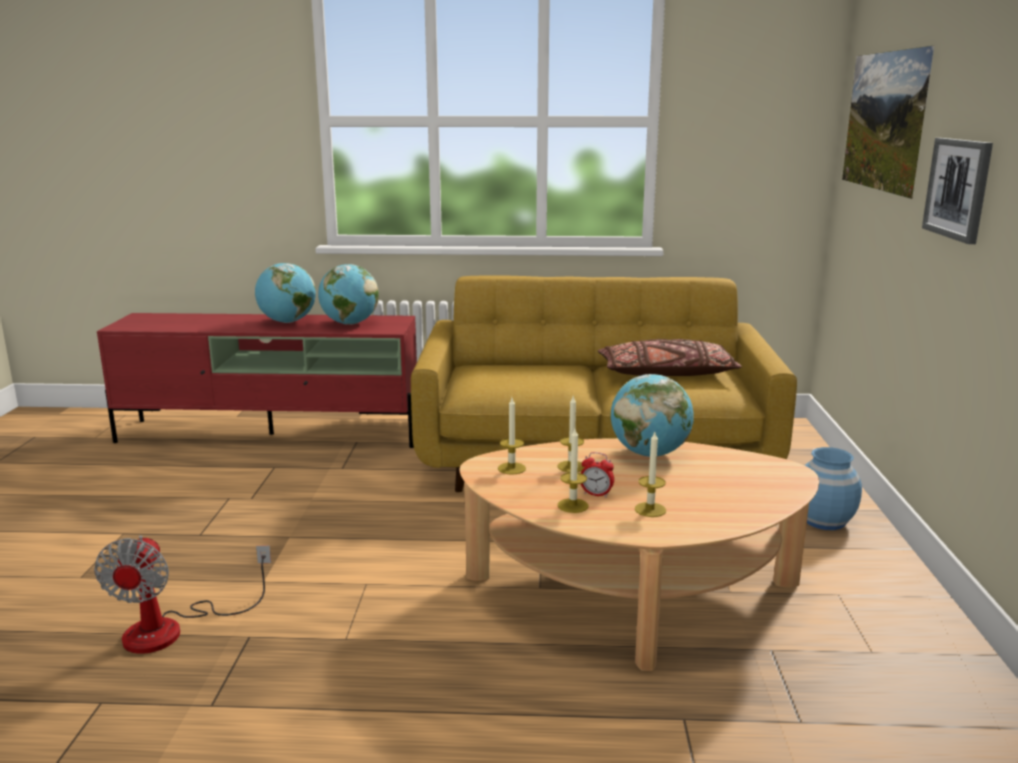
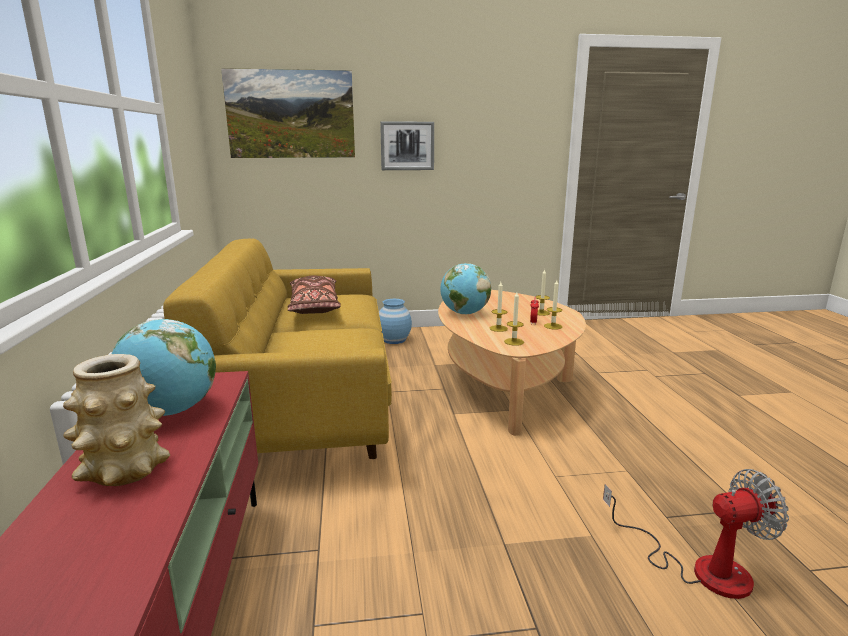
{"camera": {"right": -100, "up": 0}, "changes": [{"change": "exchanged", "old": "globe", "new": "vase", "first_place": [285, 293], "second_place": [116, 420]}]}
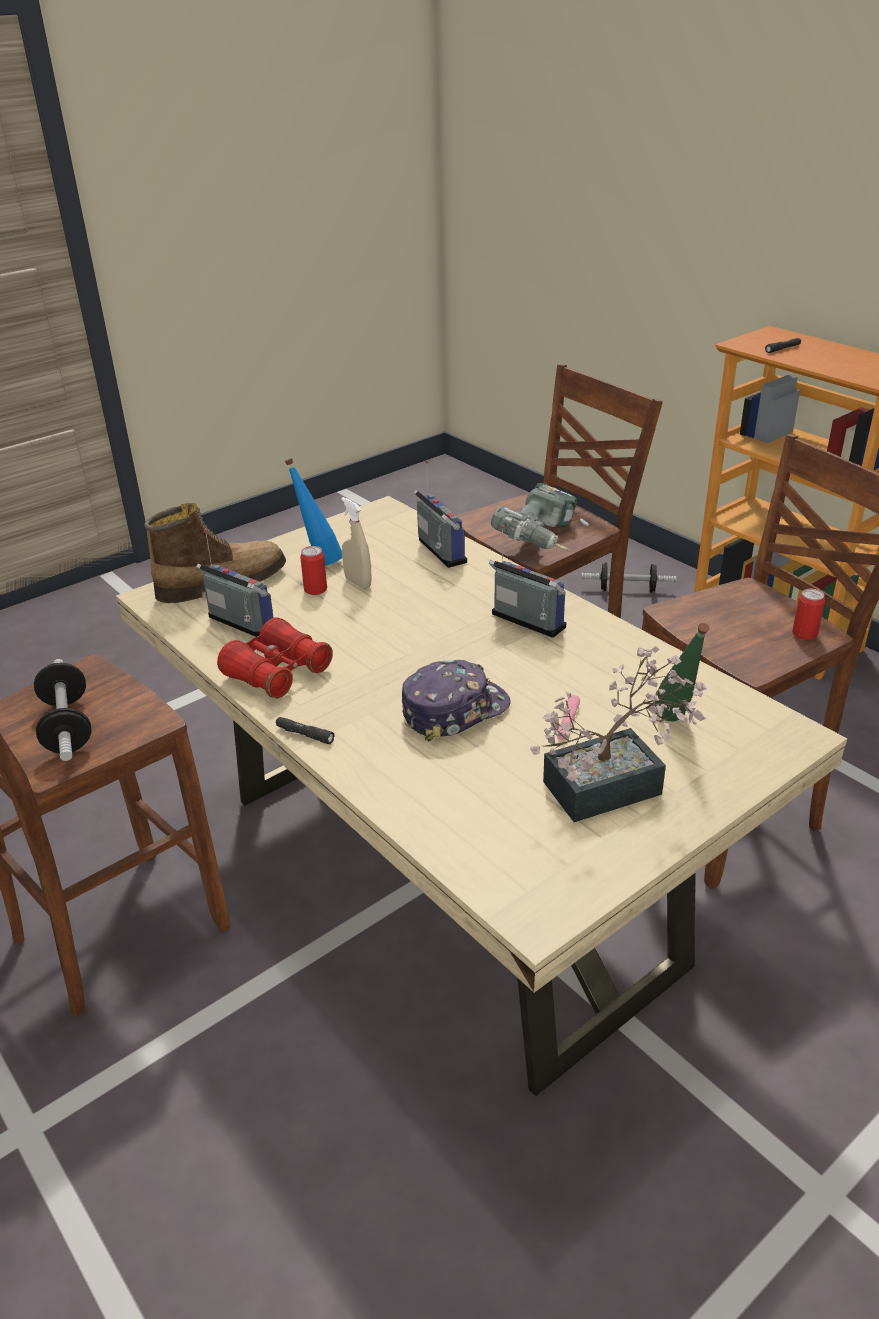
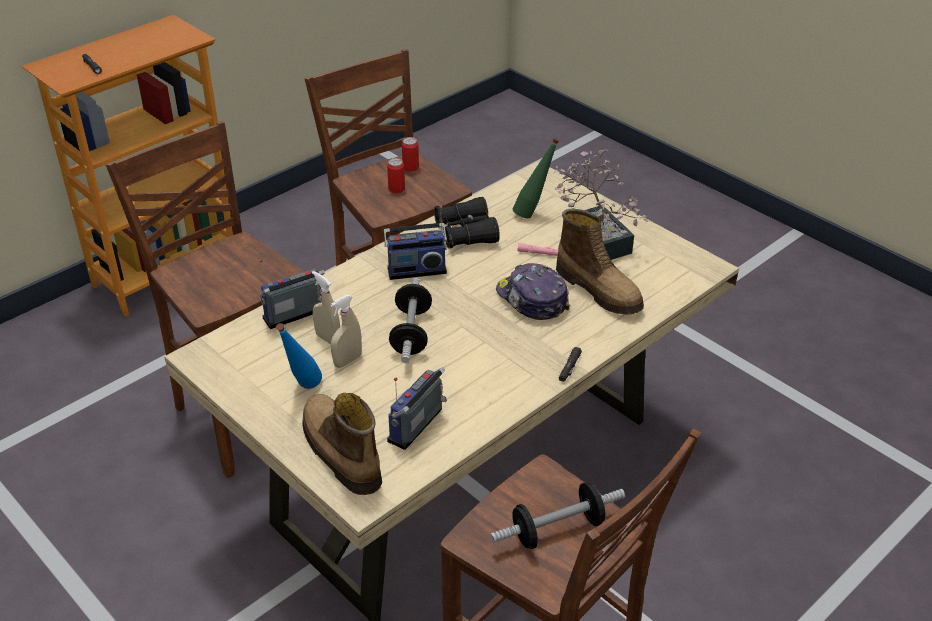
{"camera": {"right": -95, "up": 5}, "changes": [{"change": "missing", "old": "red_binoculars", "first_place": [275, 657]}, {"change": "missing", "old": "power_drill", "first_place": [540, 516]}, {"change": "appeared", "new": "beige_spray_bottle", "second_place": [326, 307]}, {"change": "appeared", "new": "black_binoculars", "second_place": [467, 223]}, {"change": "appeared", "new": "boot", "second_place": [600, 262]}, {"change": "relocated", "old": "can", "first_place": [313, 570], "second_place": [396, 175]}, {"change": "relocated", "old": "dumbbell", "first_place": [628, 577], "second_place": [410, 320]}, {"change": "spun", "old": "radio", "first_place": [527, 581], "second_place": [415, 243], "degrees": -135}]}
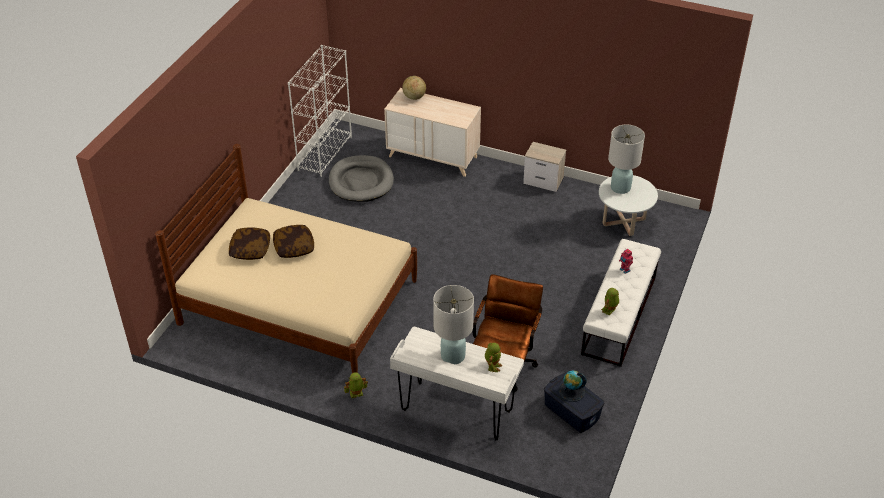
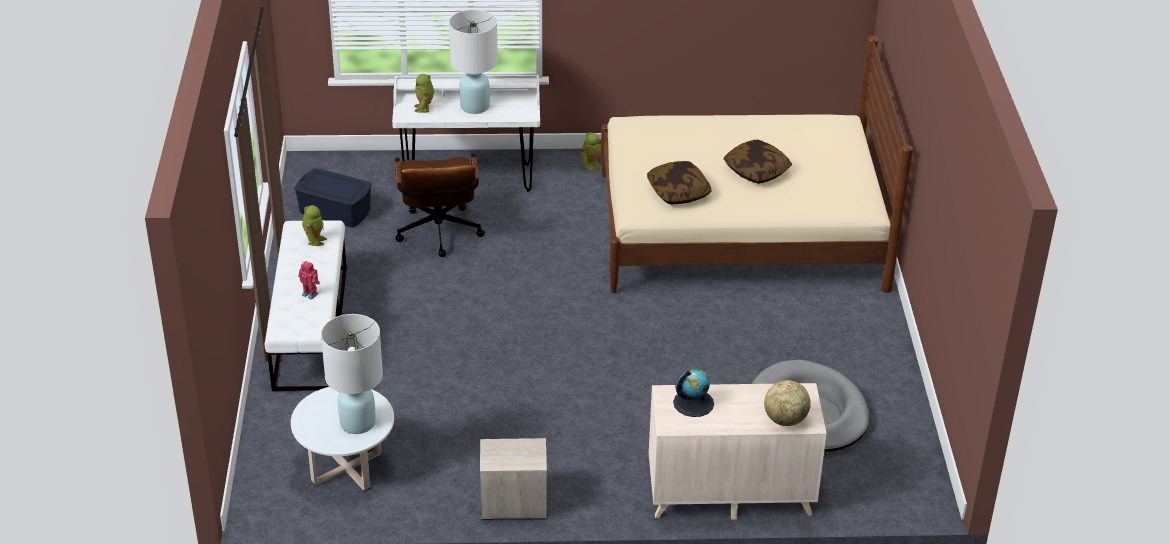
{"camera": {"right": 155, "up": -5}, "changes": [{"change": "missing", "old": "white_bookcase", "first_place": [320, 111]}, {"change": "relocated", "old": "pillow", "first_place": [249, 243], "second_place": [679, 182]}, {"change": "relocated", "old": "globe", "first_place": [572, 386], "second_place": [693, 392]}]}
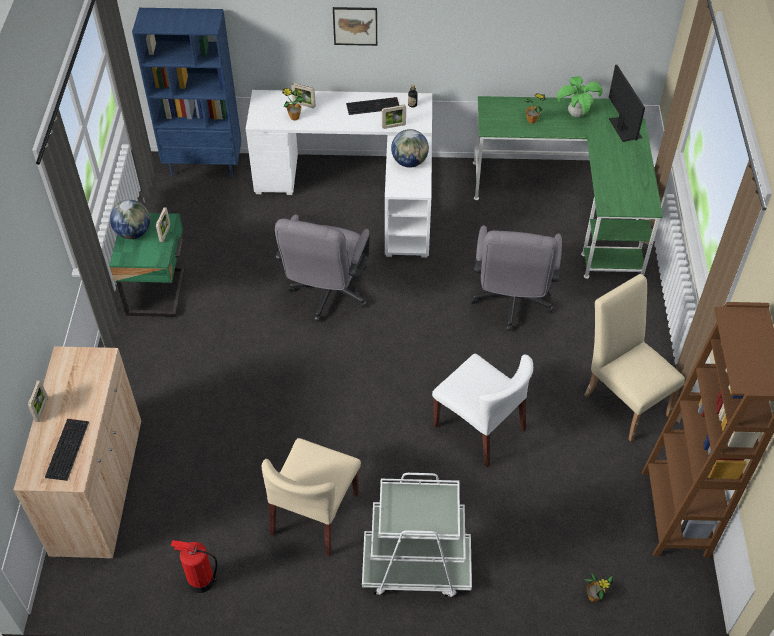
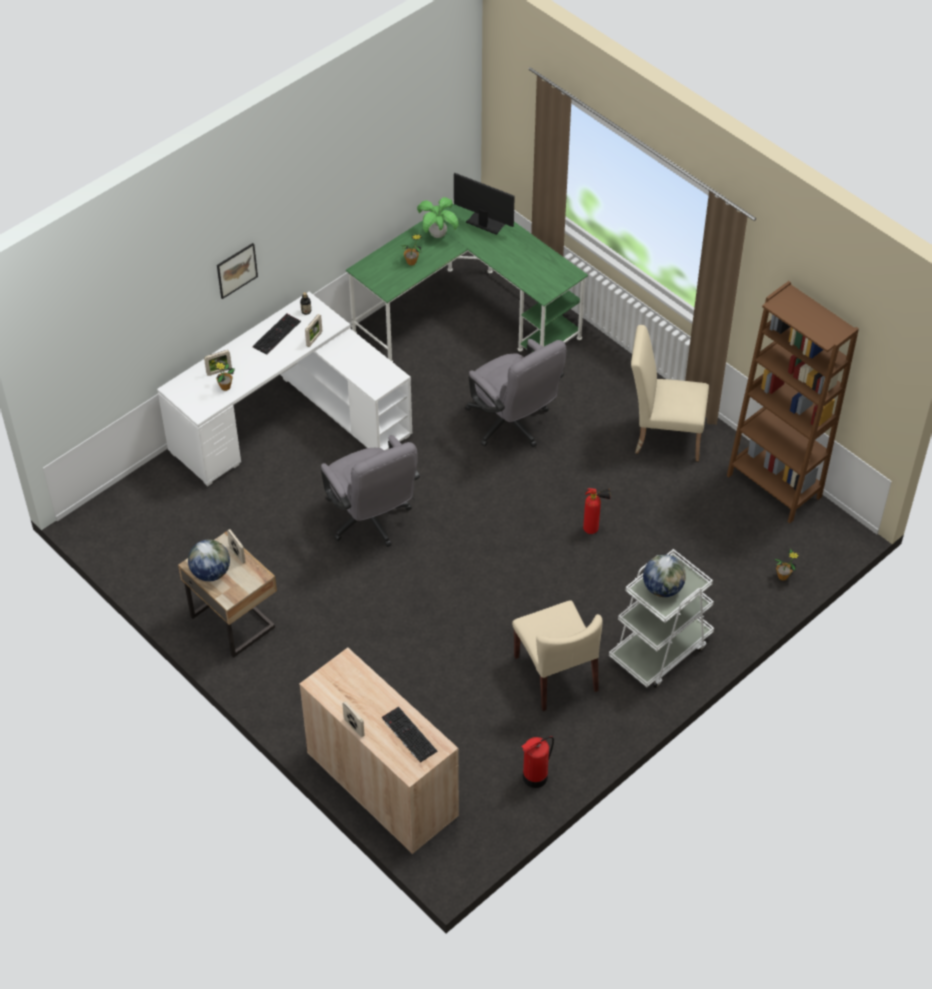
{"camera": {"right": -45, "up": 0}, "changes": [{"change": "missing", "old": "blue_bookcase", "first_place": [187, 92]}, {"change": "relocated", "old": "globe", "first_place": [410, 148], "second_place": [664, 576]}, {"change": "exchanged", "old": "white_chair", "new": "fire_extinguisher", "first_place": [482, 410], "second_place": [596, 511]}, {"change": "colour", "old": "green_nightstand", "new": "beige_nightstand", "first_place": [147, 265], "second_place": [227, 595]}]}
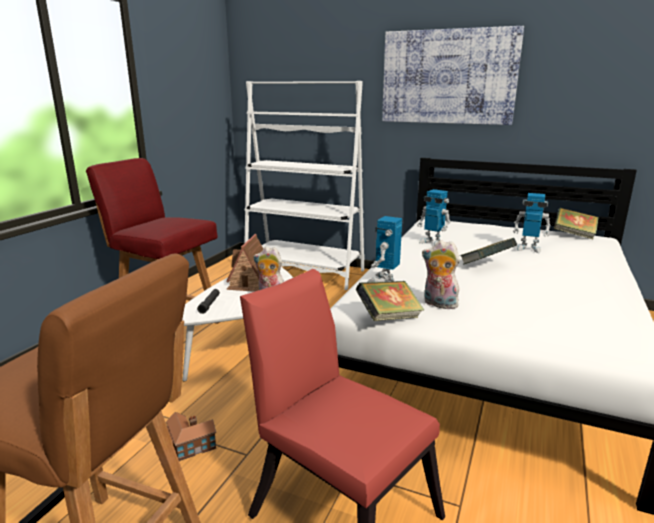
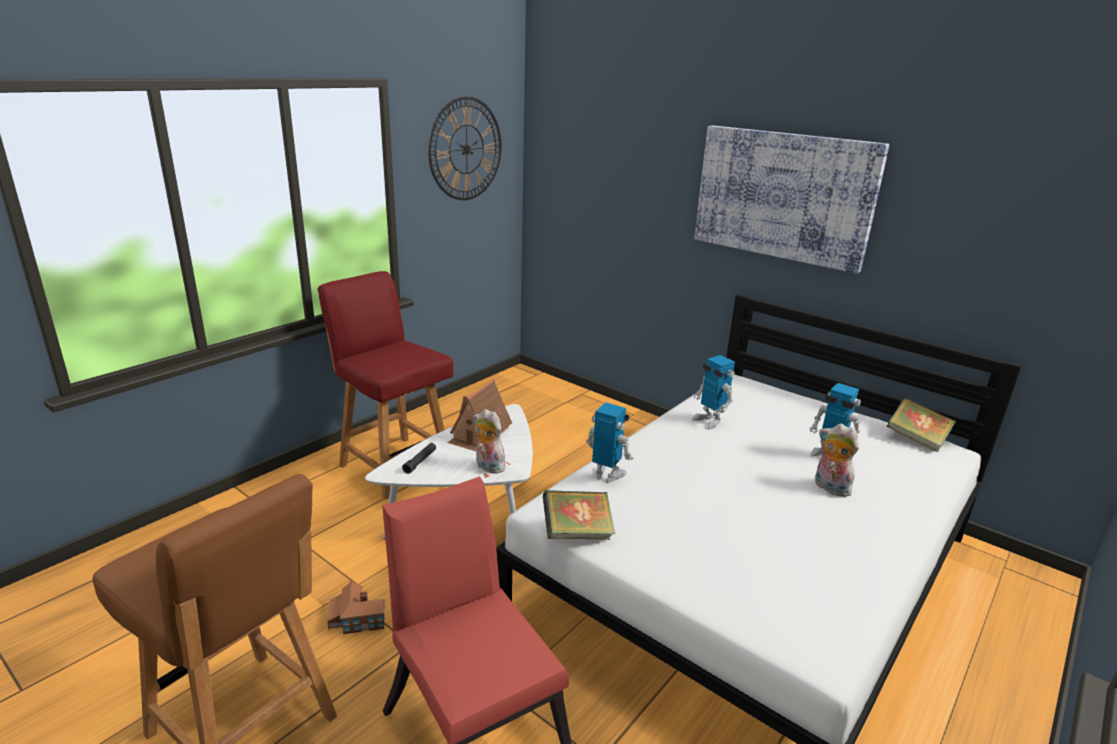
{"camera": {"right": 15, "up": 5}, "changes": [{"change": "missing", "old": "white_bookcase", "first_place": [304, 185]}, {"change": "missing", "old": "book", "first_place": [488, 251]}, {"change": "appeared", "new": "wall_clock", "second_place": [465, 148]}, {"change": "relocated", "old": "plush_toy", "first_place": [441, 274], "second_place": [837, 460]}, {"change": "spun", "old": "toy_robot", "first_place": [384, 249], "second_place": [610, 442], "degrees": 75}]}
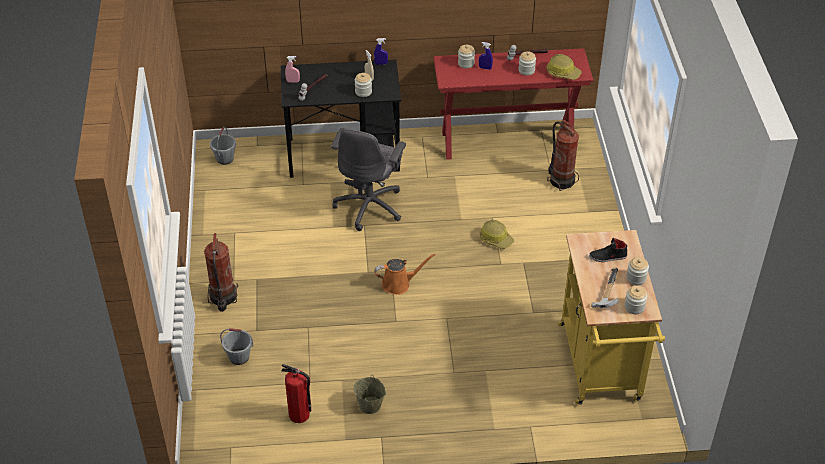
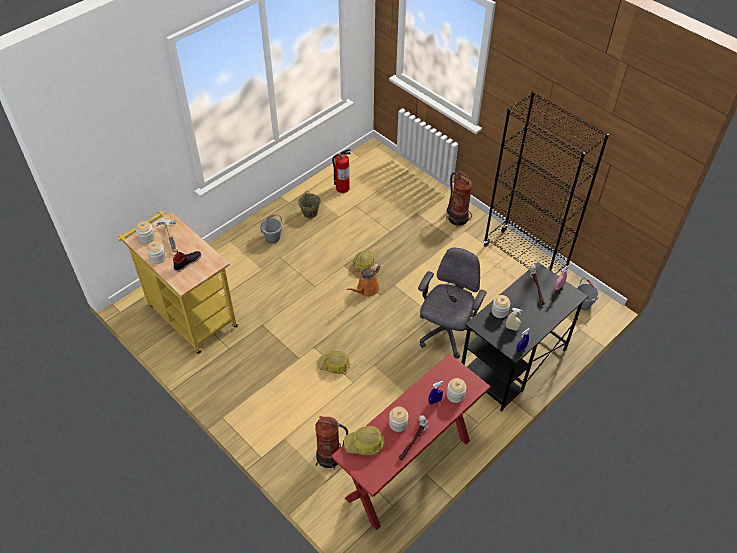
{"camera": {"right": 140, "up": 5}, "changes": [{"change": "appeared", "new": "hard_hat", "second_place": [364, 261]}, {"change": "appeared", "new": "black_bookcase", "second_place": [546, 182]}, {"change": "relocated", "old": "grey_bucket", "first_place": [236, 346], "second_place": [271, 228]}, {"change": "spun", "old": "grey_office_chair", "first_place": [368, 179], "second_place": [452, 303], "degrees": 45}]}
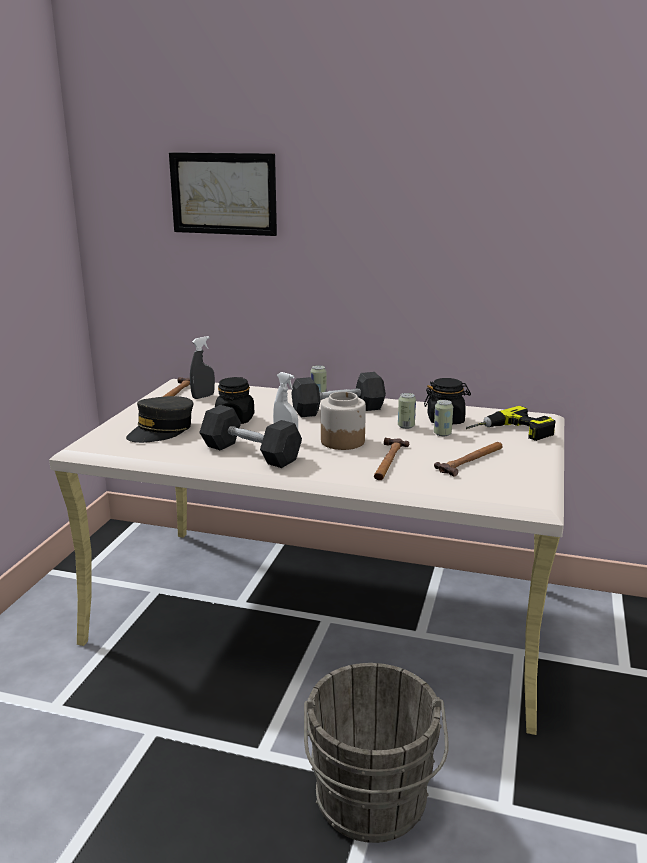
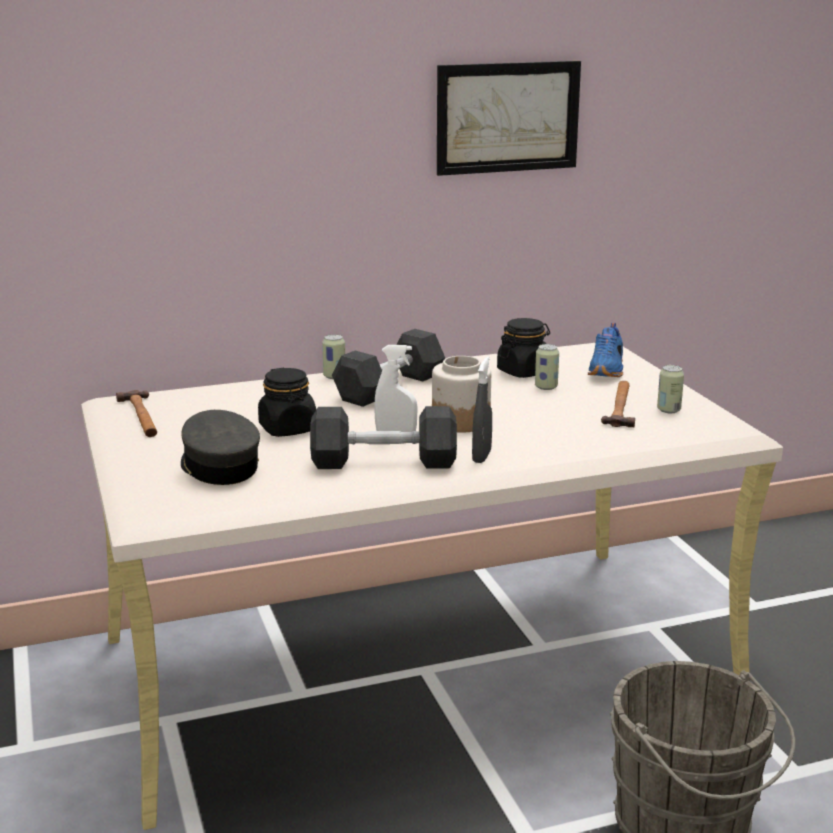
{"camera": {"right": -35, "up": 0}, "changes": [{"change": "missing", "old": "hammer", "first_place": [391, 459]}, {"change": "relocated", "old": "picture", "first_place": [223, 194], "second_place": [509, 118]}, {"change": "relocated", "old": "grey_spray_bottle", "first_place": [202, 367], "second_place": [482, 410]}, {"change": "relocated", "old": "can", "first_place": [407, 411], "second_place": [670, 389]}, {"change": "exchanged", "old": "power_drill", "new": "blue_shoe", "first_place": [511, 423], "second_place": [605, 349]}, {"change": "spun", "old": "grey_cap", "first_place": [159, 419], "second_place": [220, 447], "degrees": 150}]}
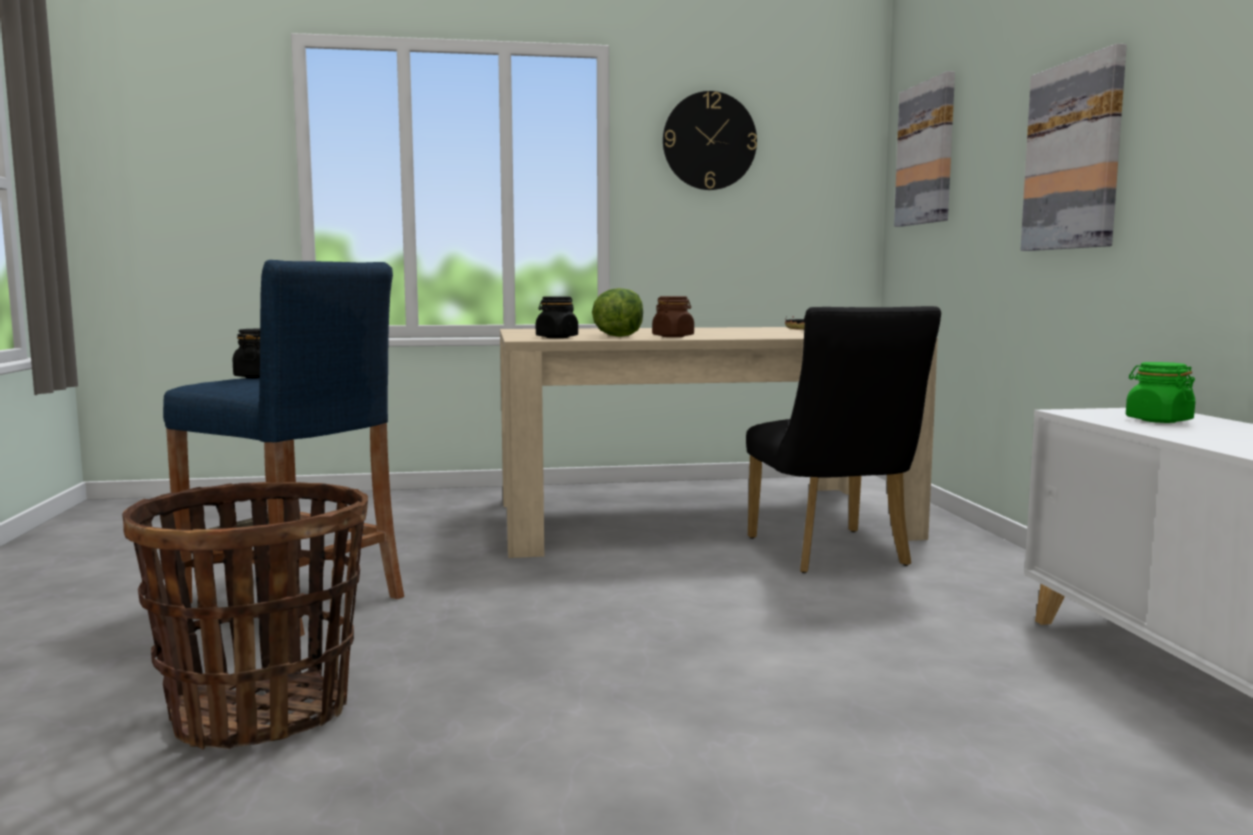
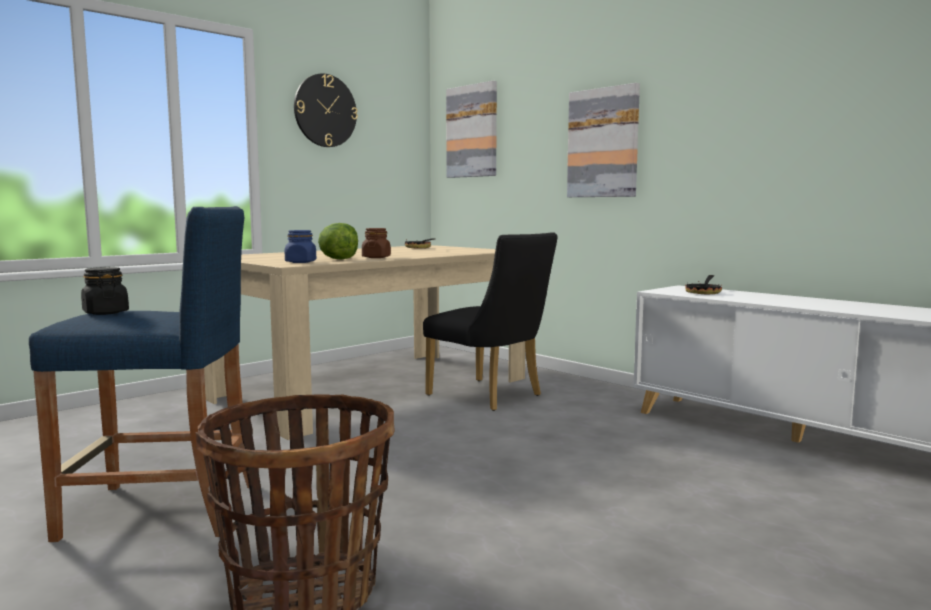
{"camera": {"right": -35, "up": 0}, "changes": [{"change": "exchanged", "old": "green_jar", "new": "frying_pan", "first_place": [1160, 392], "second_place": [703, 284]}, {"change": "colour", "old": "black_jar", "new": "blue_jar", "first_place": [557, 317], "second_place": [300, 246]}]}
